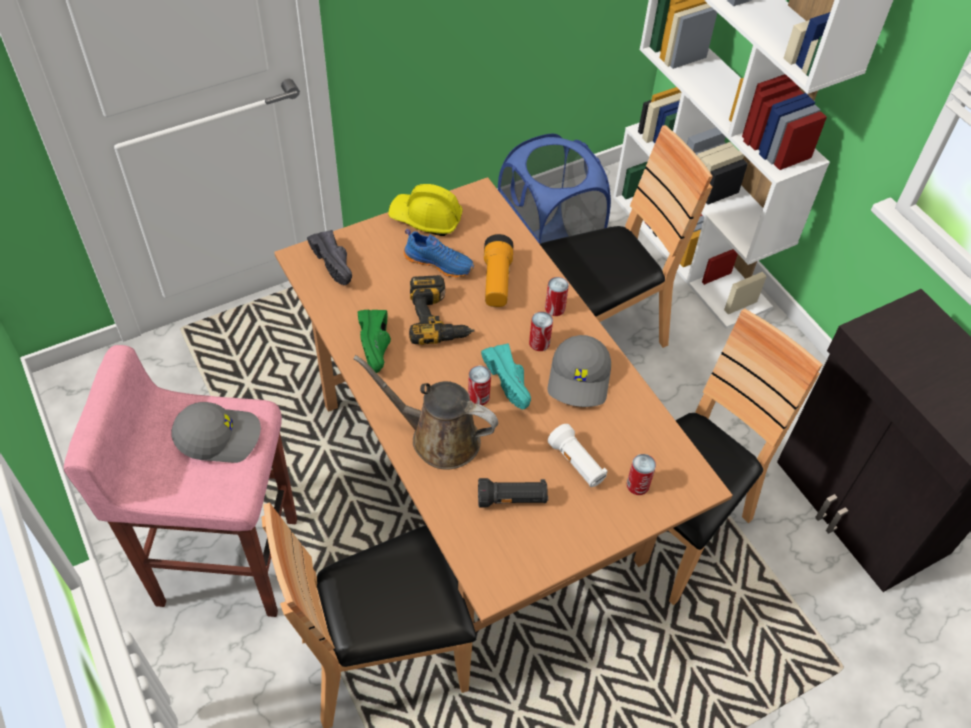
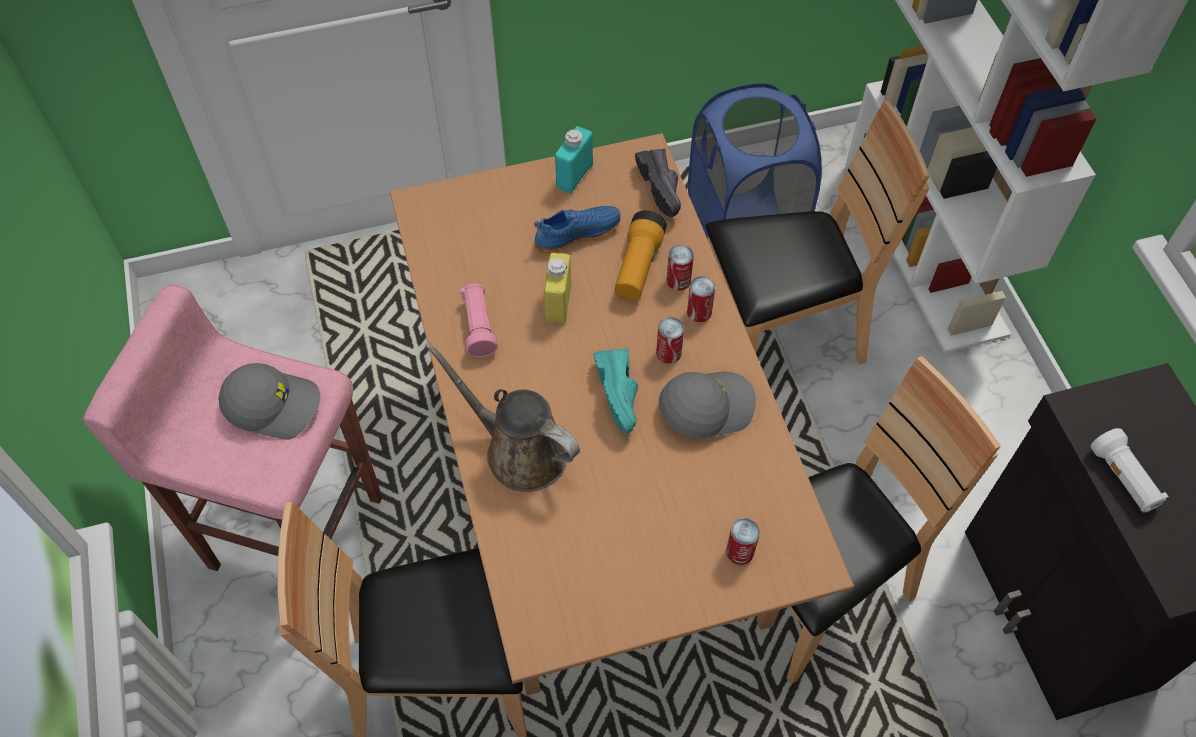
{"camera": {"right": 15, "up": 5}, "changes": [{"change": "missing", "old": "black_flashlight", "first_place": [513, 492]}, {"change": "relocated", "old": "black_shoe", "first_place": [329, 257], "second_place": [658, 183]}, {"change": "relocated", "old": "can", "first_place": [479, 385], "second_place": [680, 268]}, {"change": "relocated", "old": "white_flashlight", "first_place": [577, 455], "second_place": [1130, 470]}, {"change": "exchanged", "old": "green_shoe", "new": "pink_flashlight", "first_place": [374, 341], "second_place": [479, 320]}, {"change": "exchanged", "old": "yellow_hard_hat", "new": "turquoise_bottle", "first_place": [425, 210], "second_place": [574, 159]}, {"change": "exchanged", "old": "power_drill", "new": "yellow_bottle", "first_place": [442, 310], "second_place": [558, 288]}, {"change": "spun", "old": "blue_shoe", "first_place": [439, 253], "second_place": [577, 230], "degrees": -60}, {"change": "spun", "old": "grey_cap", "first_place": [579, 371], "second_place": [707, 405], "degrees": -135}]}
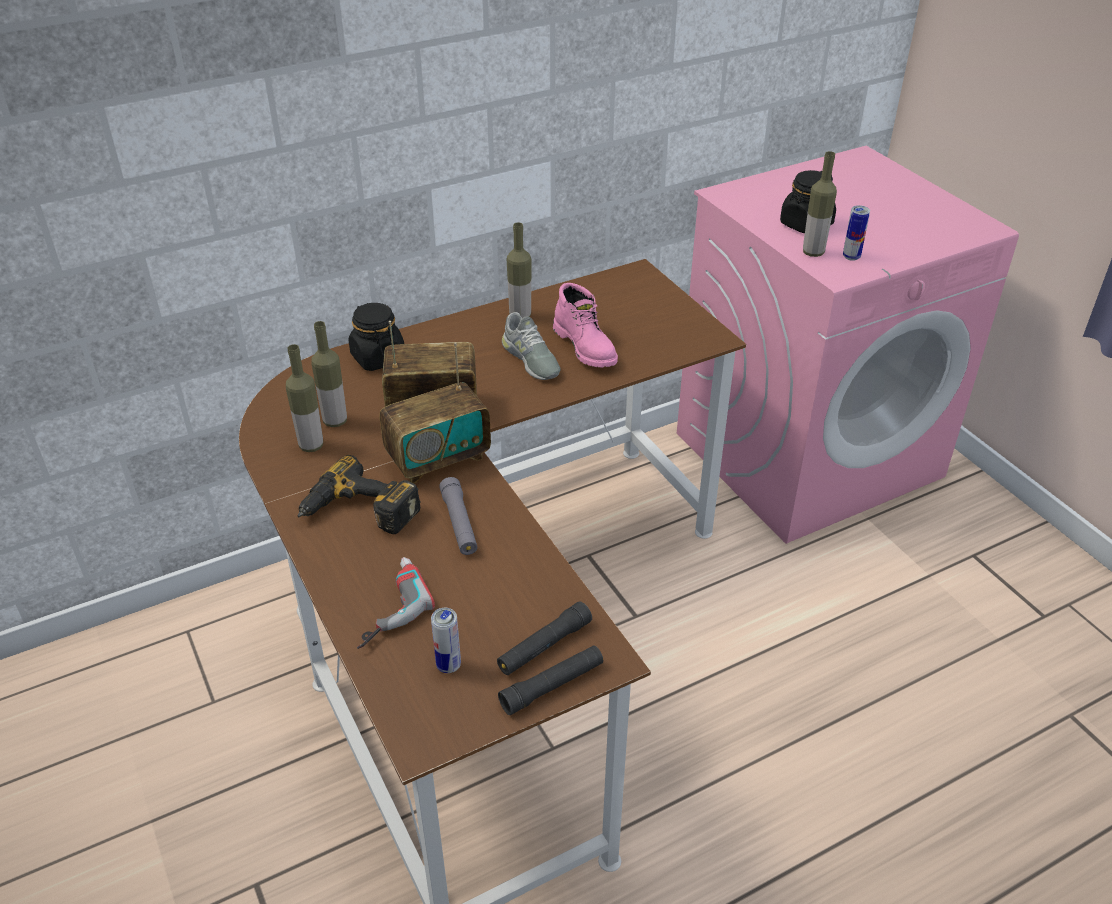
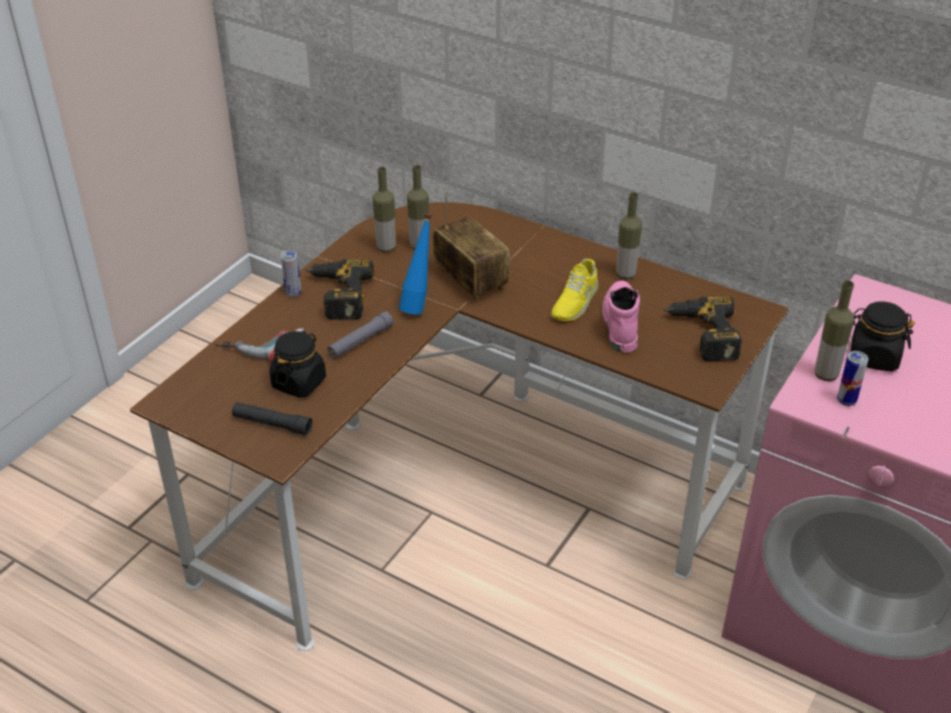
{"camera": {"right": 60, "up": 0}, "changes": [{"change": "missing", "old": "black_flashlight", "first_place": [550, 680]}, {"change": "appeared", "new": "power_drill", "second_place": [703, 328]}, {"change": "relocated", "old": "black_jar", "first_place": [376, 337], "second_place": [297, 364]}, {"change": "relocated", "old": "can", "first_place": [446, 640], "second_place": [291, 273]}, {"change": "exchanged", "old": "radio", "new": "blue_bottle", "first_place": [435, 412], "second_place": [415, 263]}, {"change": "colour", "old": "grey_shoe", "new": "yellow_shoe", "first_place": [531, 346], "second_place": [574, 290]}, {"change": "spun", "old": "pink_boot", "first_place": [585, 325], "second_place": [621, 317], "degrees": 150}]}
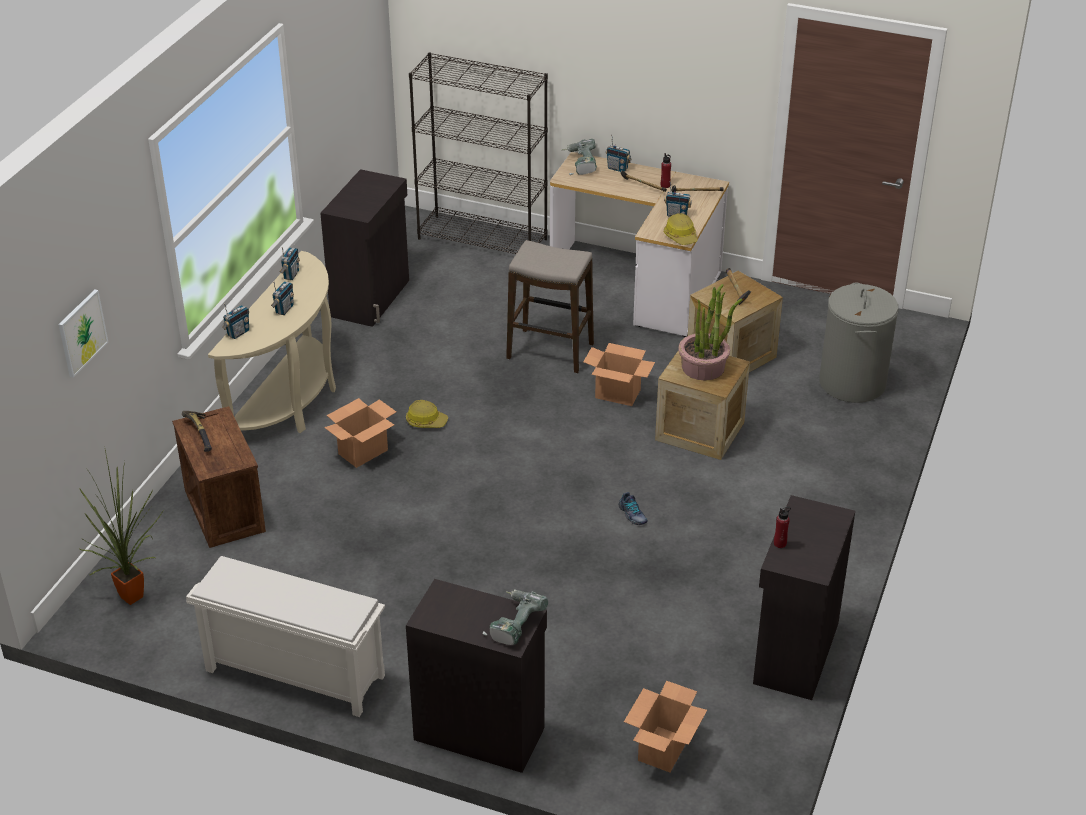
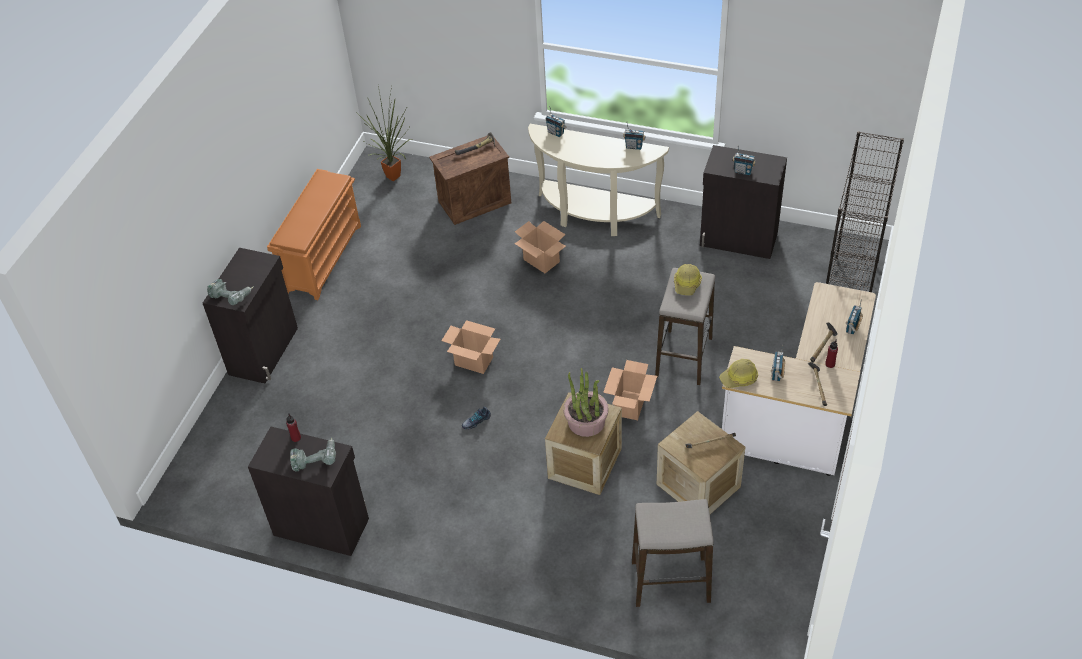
{"camera": {"right": 90, "up": 10}, "changes": [{"change": "missing", "old": "picture", "first_place": [83, 333]}, {"change": "relocated", "old": "radio", "first_place": [282, 298], "second_place": [744, 160]}, {"change": "relocated", "old": "hard_hat", "first_place": [427, 414], "second_place": [688, 279]}, {"change": "relocated", "old": "power_drill", "first_place": [579, 157], "second_place": [313, 454]}, {"change": "relocated", "old": "cardboard_box", "first_place": [665, 726], "second_place": [470, 347]}, {"change": "exchanged", "old": "grey_laundry_basket", "new": "stool", "first_place": [858, 342], "second_place": [673, 553]}, {"change": "colour", "old": "white_shoe_rack", "new": "orange_shoe_rack", "first_place": [285, 636], "second_place": [314, 234]}]}
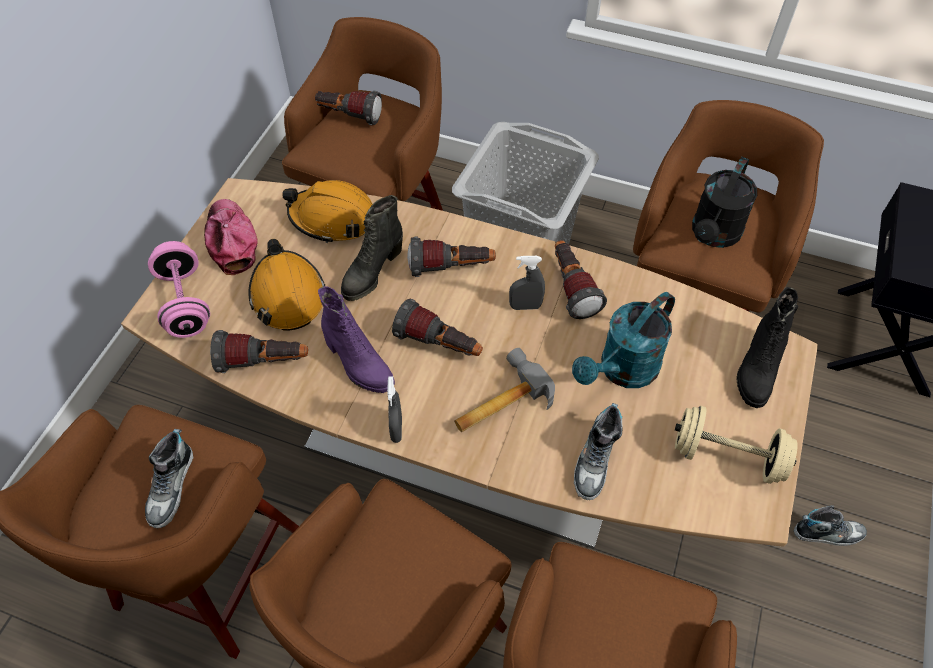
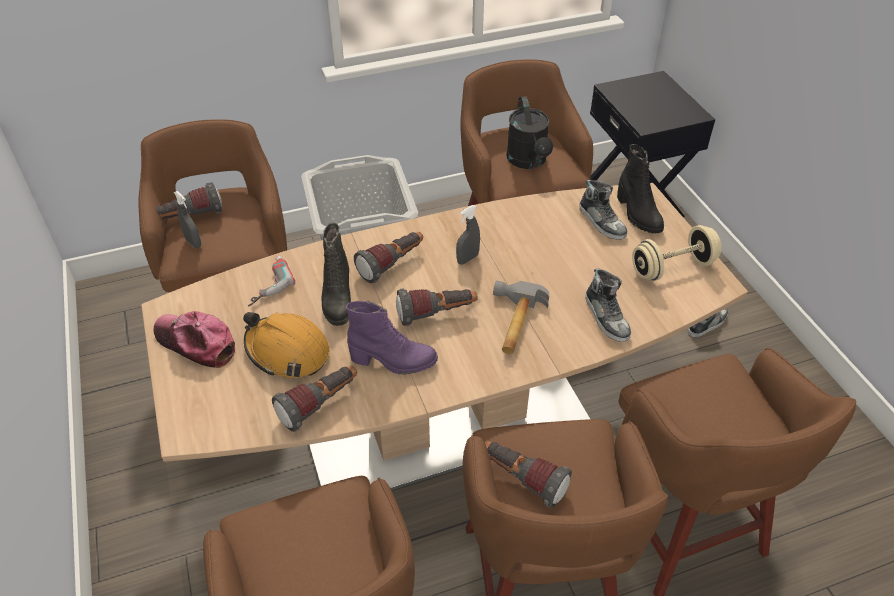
{"camera": {"right": -40, "up": -10}, "changes": [{"change": "missing", "old": "pink_dumbbell", "first_place": [179, 289]}, {"change": "missing", "old": "turquoise_watering_can", "first_place": [623, 340]}, {"change": "relocated", "old": "shoe", "first_place": [169, 478], "second_place": [603, 210]}, {"change": "relocated", "old": "grey_spray_bottle", "first_place": [394, 409], "second_place": [187, 219]}, {"change": "relocated", "old": "flashlight", "first_place": [581, 279], "second_place": [528, 474]}, {"change": "exchanged", "old": "orange_hard_hat", "new": "power_drill", "first_place": [327, 211], "second_place": [271, 280]}]}
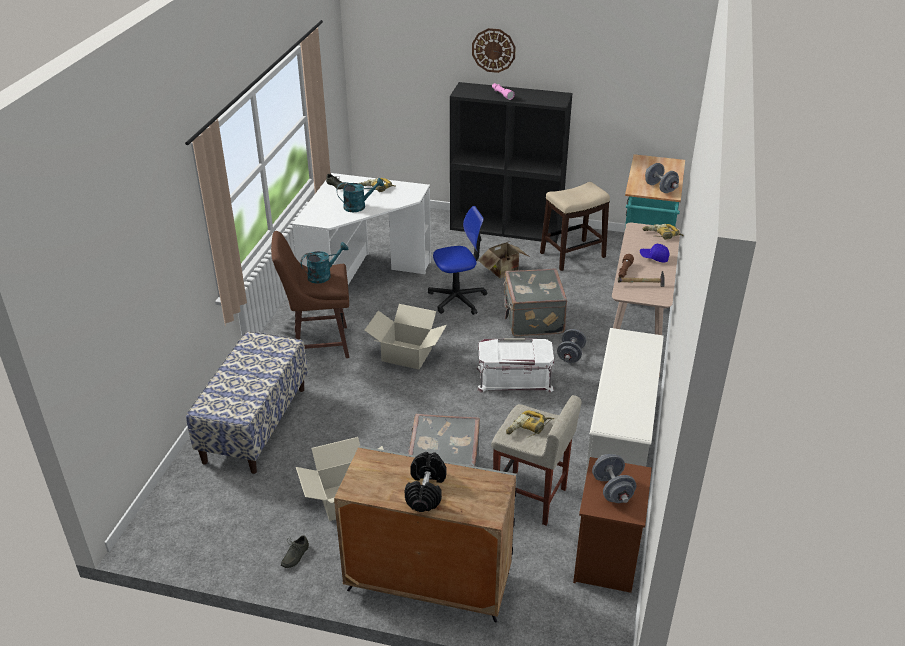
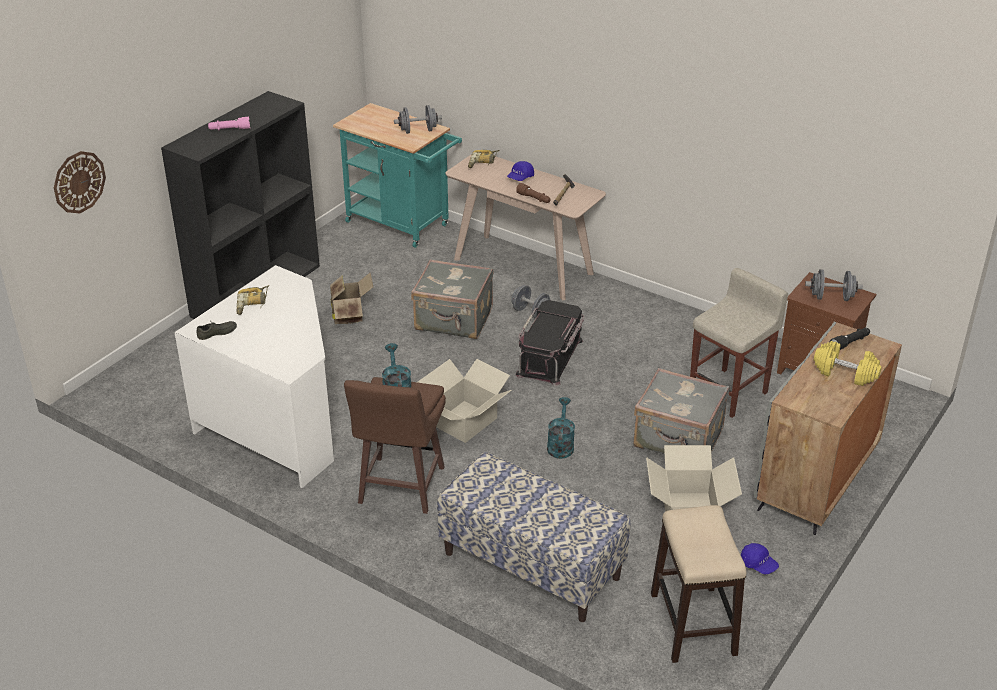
{"camera": {"right": -70, "up": 0}, "changes": [{"change": "missing", "old": "office_chair", "first_place": [457, 260]}, {"change": "missing", "old": "power_drill", "first_place": [530, 424]}, {"change": "missing", "old": "white_shoe_rack", "first_place": [624, 407]}, {"change": "appeared", "new": "black_flashlight", "second_place": [850, 339]}, {"change": "relocated", "old": "turquoise_watering_can", "first_place": [360, 195], "second_place": [561, 428]}, {"change": "relocated", "old": "wall_clock", "first_place": [494, 50], "second_place": [80, 182]}, {"change": "relocated", "old": "stool", "first_place": [575, 226], "second_place": [699, 584]}, {"change": "exchanged", "old": "grey_shoe", "new": "blue_cap", "first_place": [295, 551], "second_place": [760, 558]}, {"change": "colour", "old": "black_dumbbell", "new": "yellow_dumbbell", "first_place": [425, 482], "second_place": [848, 363]}, {"change": "colour", "old": "white_storage_box", "new": "black_storage_box", "first_place": [515, 365], "second_place": [550, 343]}]}
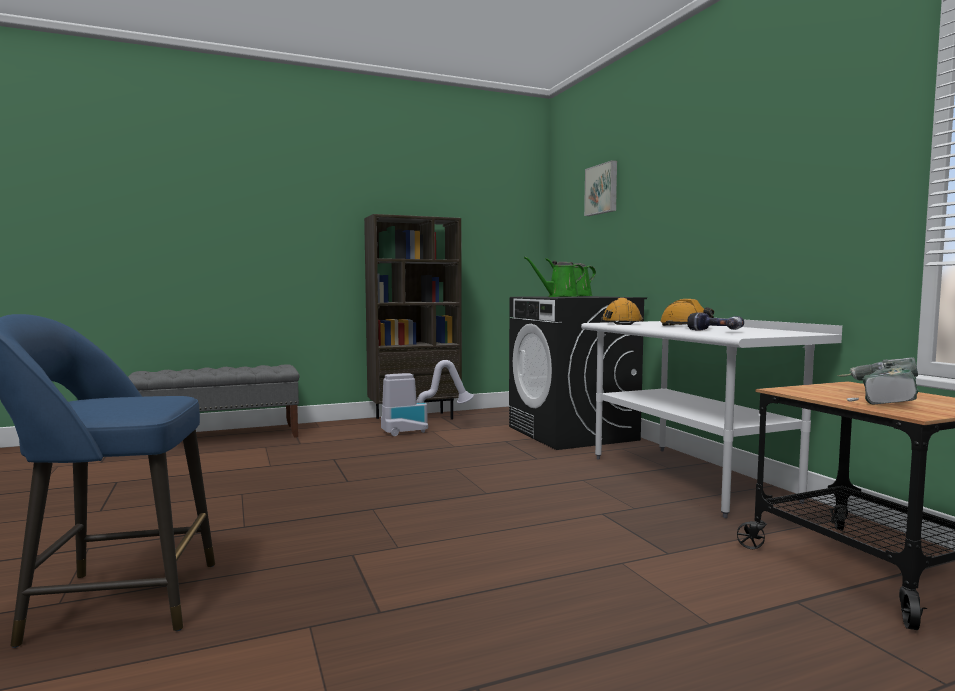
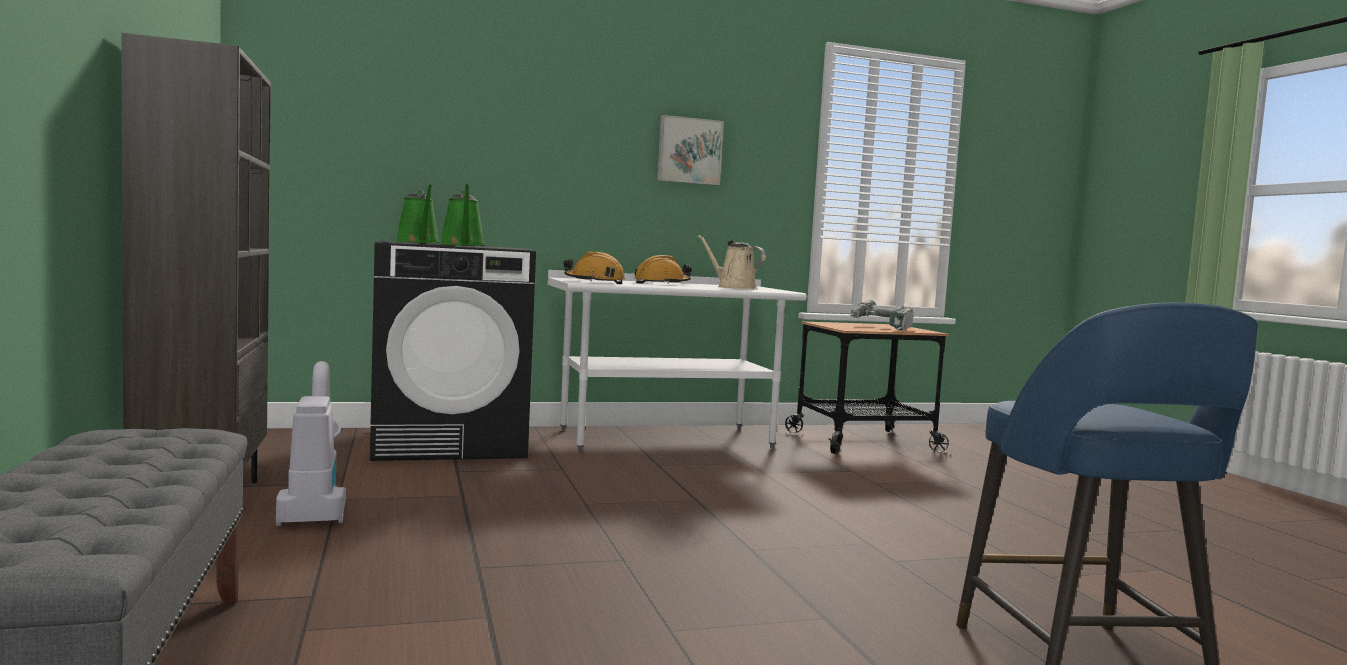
{"camera": {"right": -85, "up": 0}, "changes": [{"change": "relocated", "old": "picture", "first_place": [600, 188], "second_place": [690, 150]}, {"change": "exchanged", "old": "power_drill", "new": "beige_watering_can", "first_place": [715, 321], "second_place": [732, 262]}]}
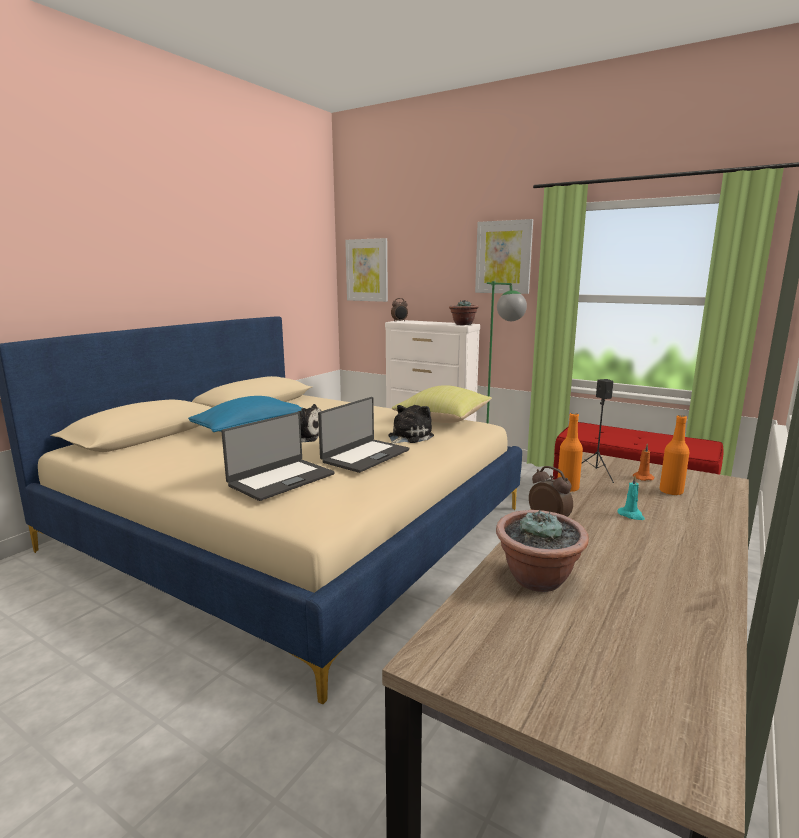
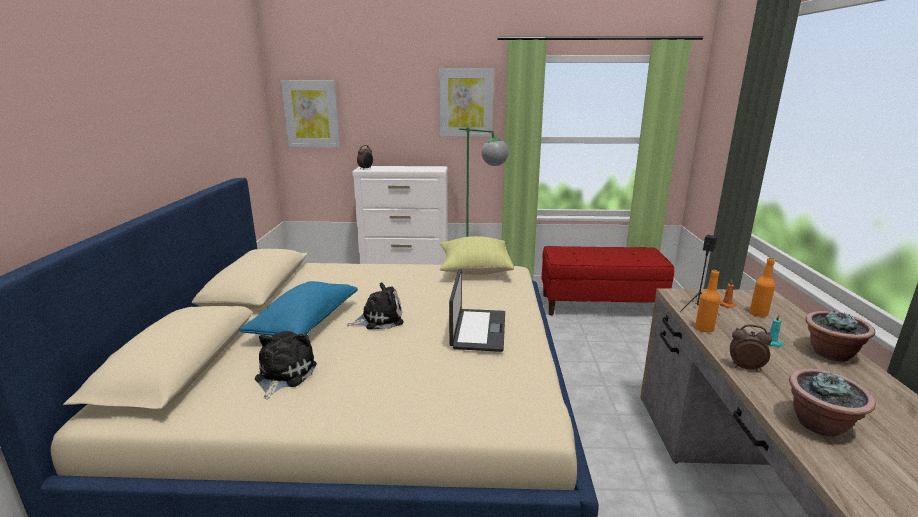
{"camera": {"right": -30, "up": 5}, "changes": [{"change": "missing", "old": "laptop", "first_place": [278, 456]}, {"change": "relocated", "old": "plush_toy", "first_place": [411, 424], "second_place": [286, 365]}, {"change": "relocated", "old": "potted_plant", "first_place": [464, 313], "second_place": [840, 336]}]}
